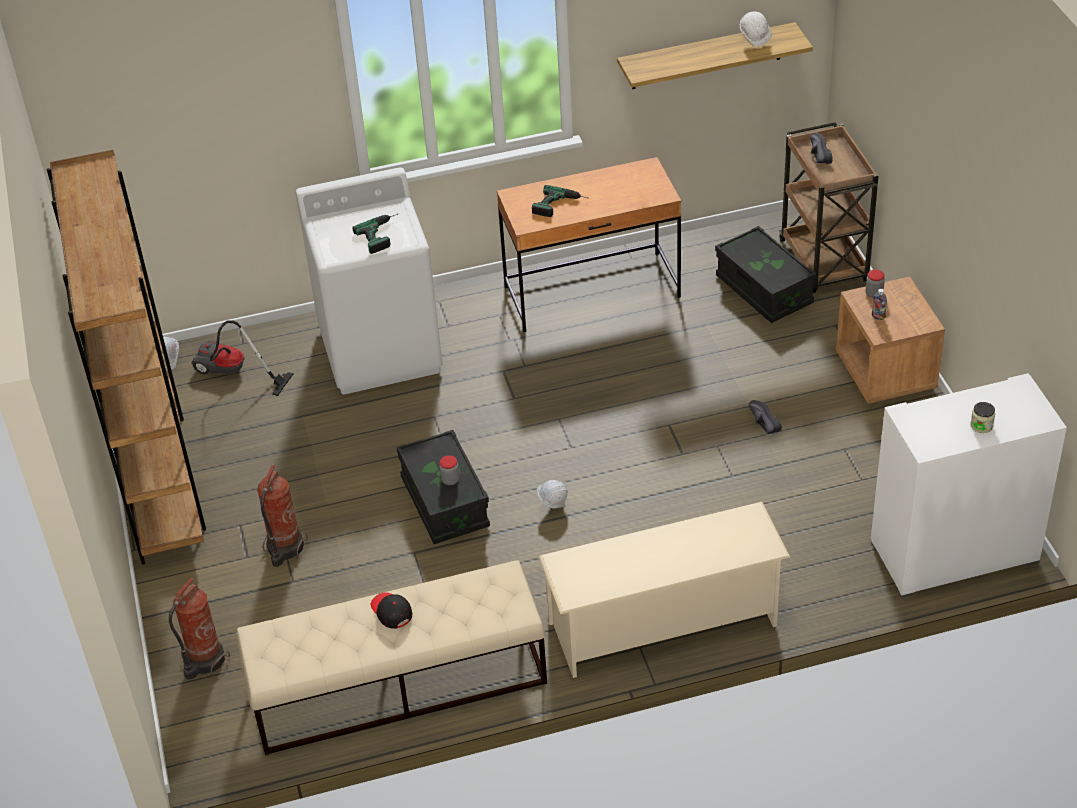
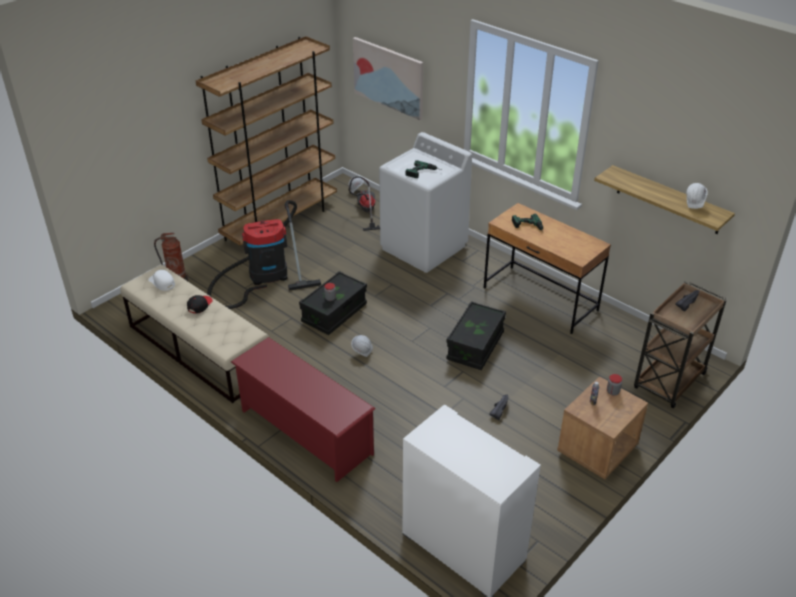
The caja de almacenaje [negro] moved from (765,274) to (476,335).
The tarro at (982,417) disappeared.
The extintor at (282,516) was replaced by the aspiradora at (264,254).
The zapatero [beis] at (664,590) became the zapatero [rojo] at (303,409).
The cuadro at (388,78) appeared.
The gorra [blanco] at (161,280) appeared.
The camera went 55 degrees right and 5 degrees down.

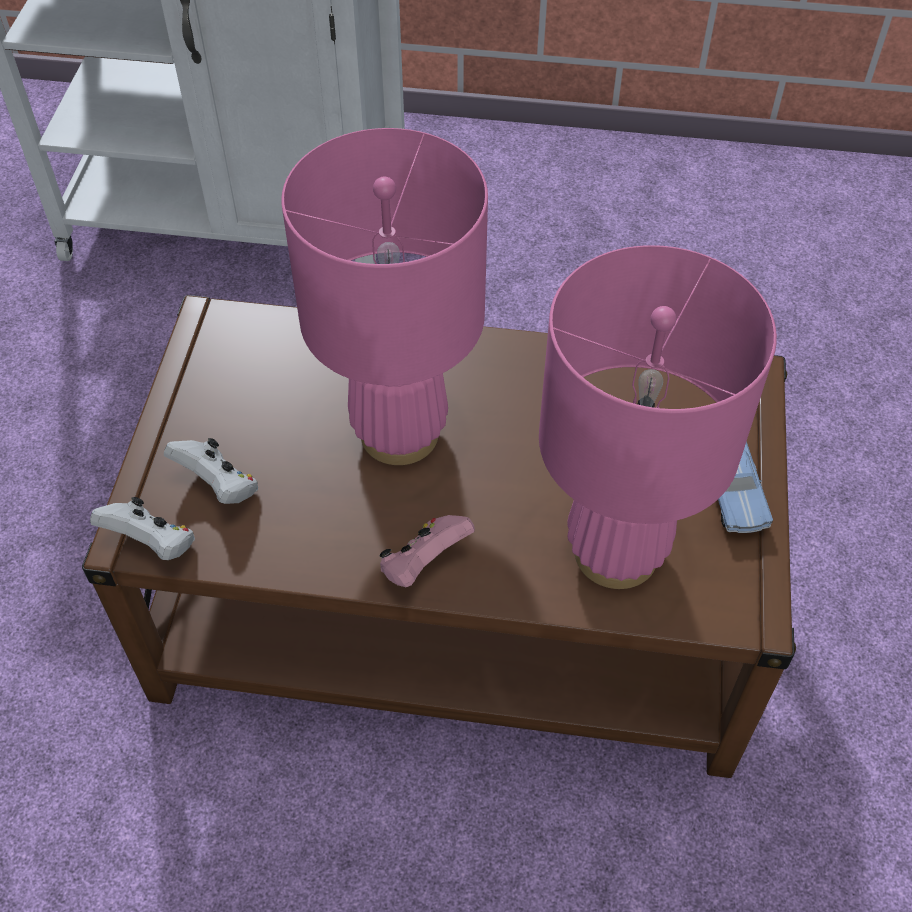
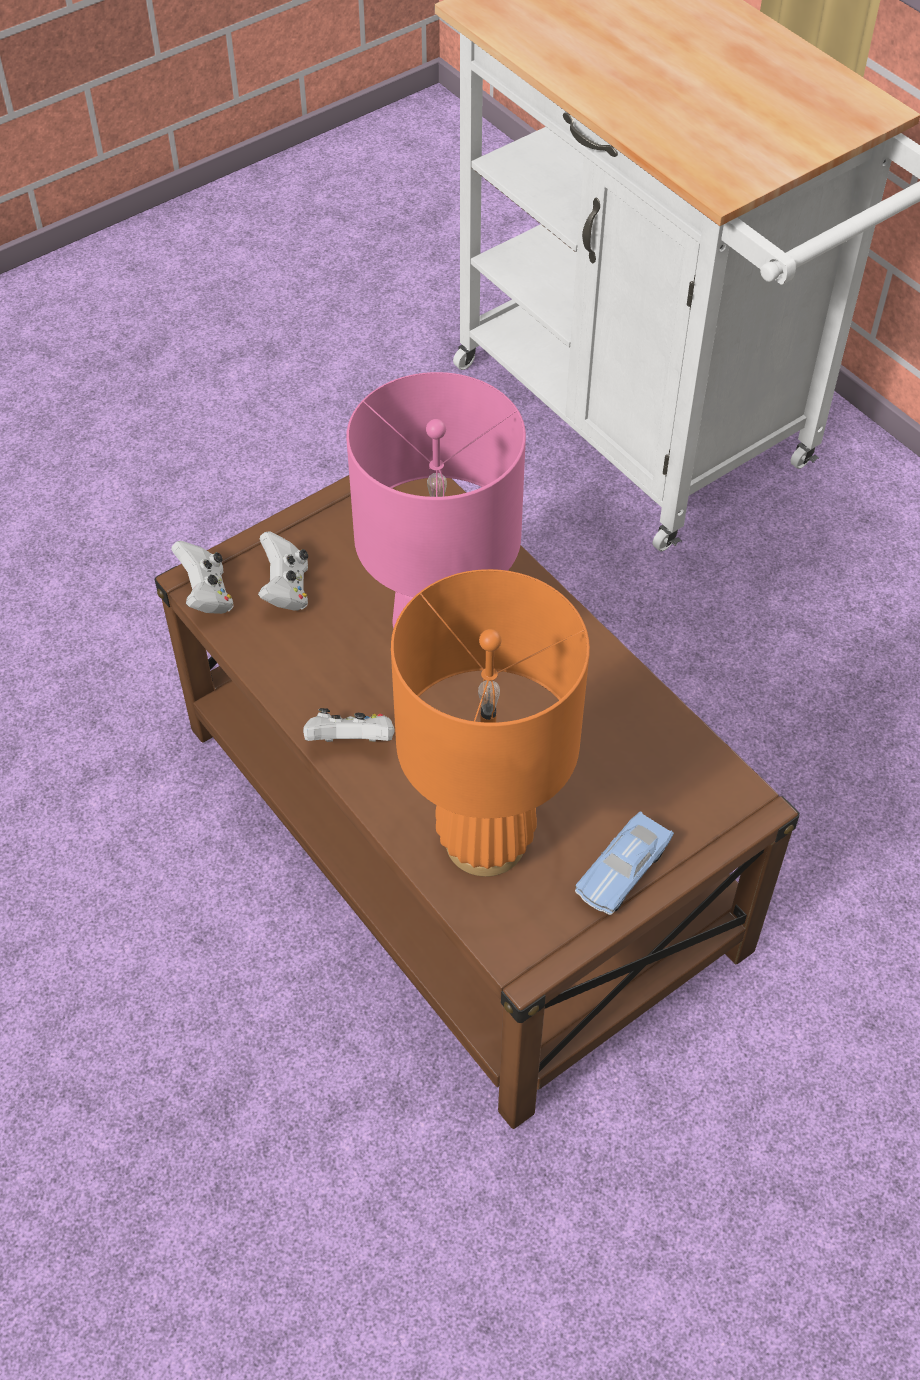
The lámpara de mesa [rosa] at (658,417) became the lámpara de mesa [naranja] at (490,723).
The mando de consola [rosa] at (427,551) became the mando de consola [blanco] at (348,725).
The camera went 45 degrees right and 0 degrees up.

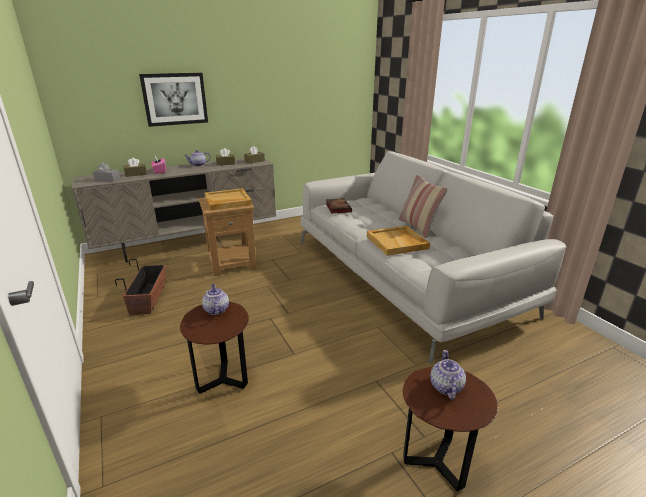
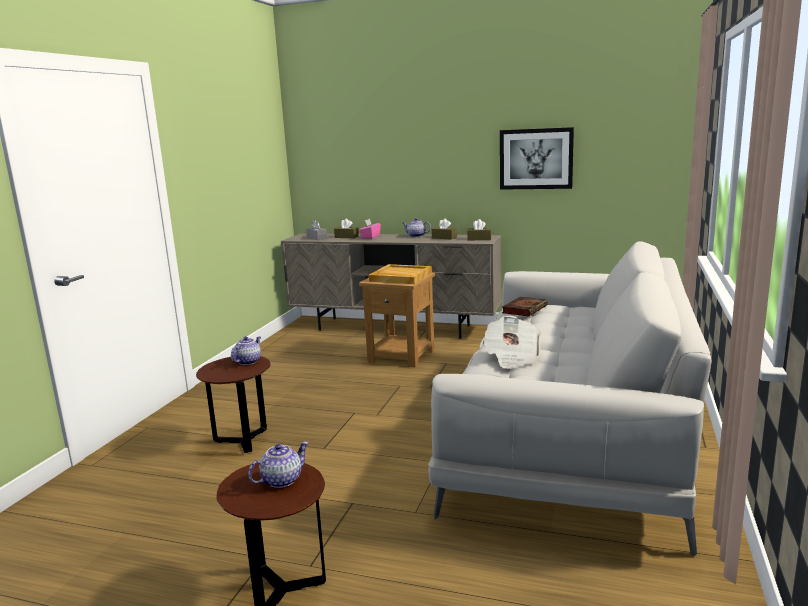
The cuadro moved from (173,100) to (537,158).
The cojín at (423,206) disappeared.
The bandeja [beis] at (398,241) was replaced by the periódico at (512,342).
The maceta at (140,287) disappeared.
The camera went 45 degrees right and 10 degrees down.

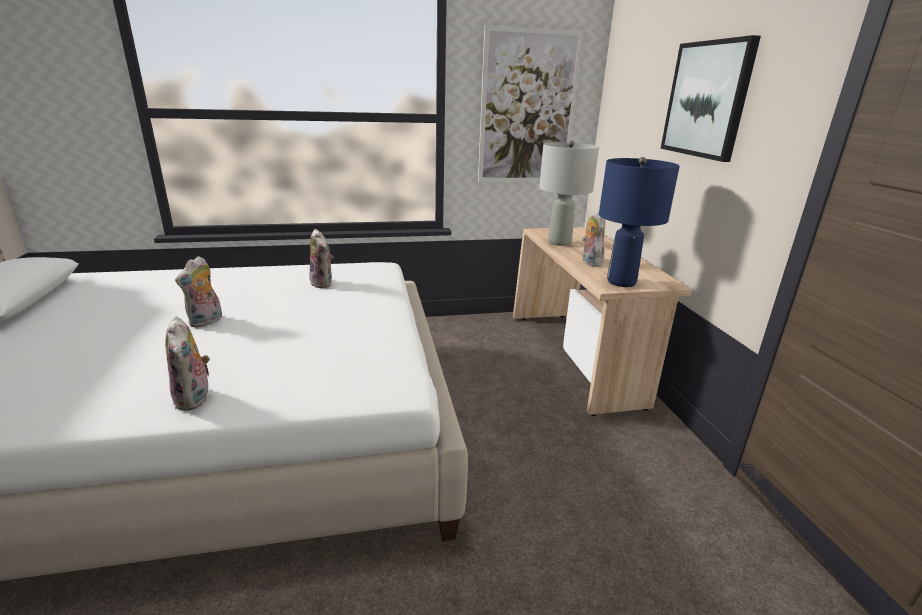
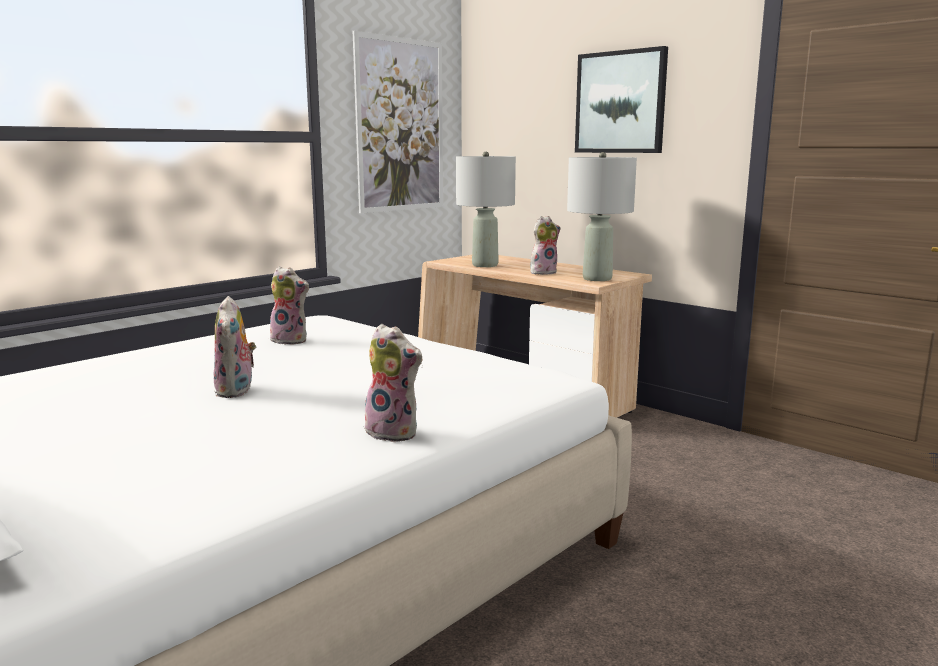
The lámpara de mesa [azul] at (639,222) became the lámpara de mesa [gris] at (602,216).
The peluche at (593,238) turned 105 degrees clockwise.
The camera went 35 degrees left and 10 degrees down.

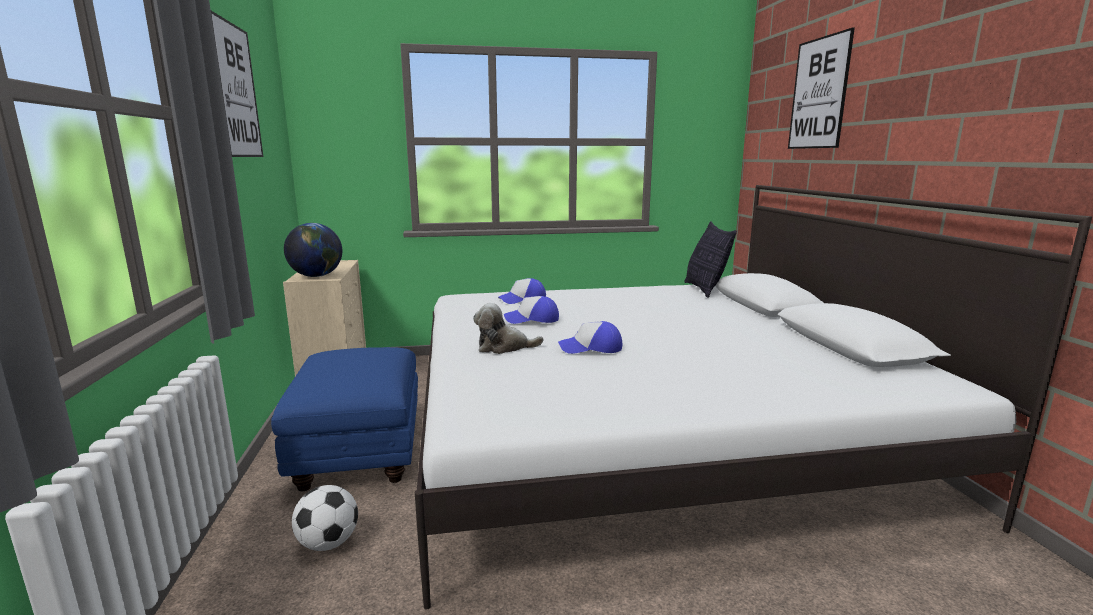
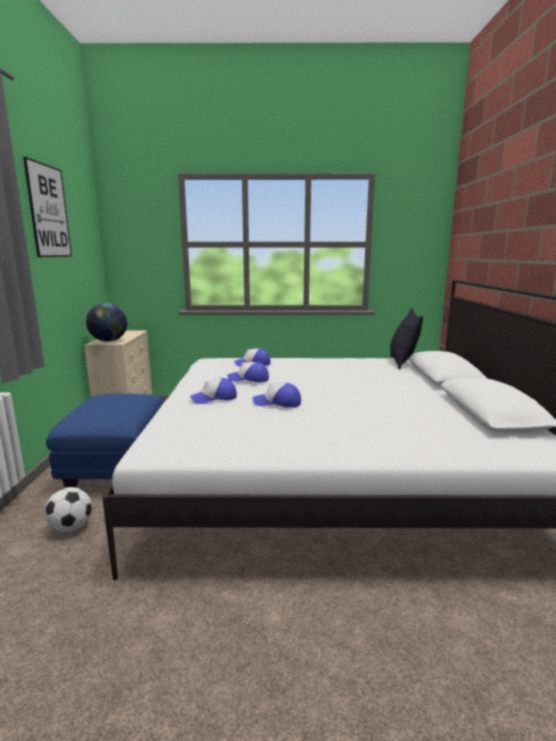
The cuadro at (821,88) disappeared.
The peluche at (508,328) was replaced by the gorra at (213,391).
The camera went 10 degrees right and 0 degrees up.

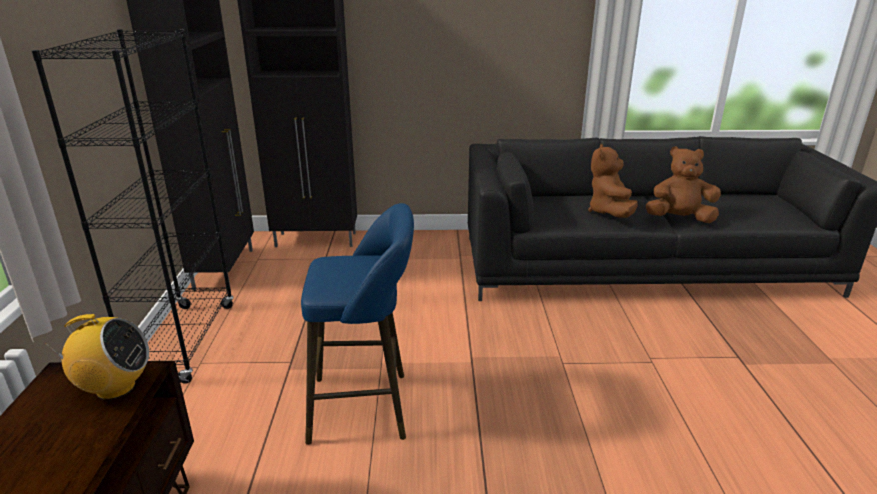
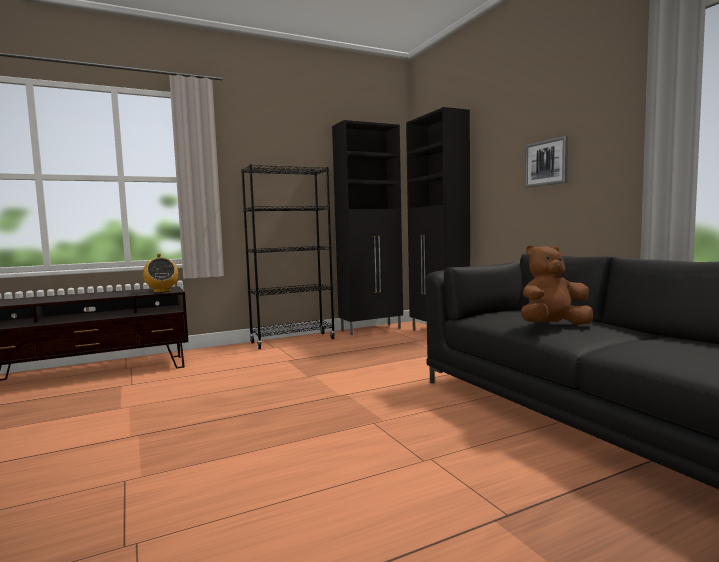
The peluche [marrón] at (683,184) disappeared.
The taburete [azul] at (357,324) disappeared.
The cuadro at (546,162) appeared.
The camera went 65 degrees right and 20 degrees down.

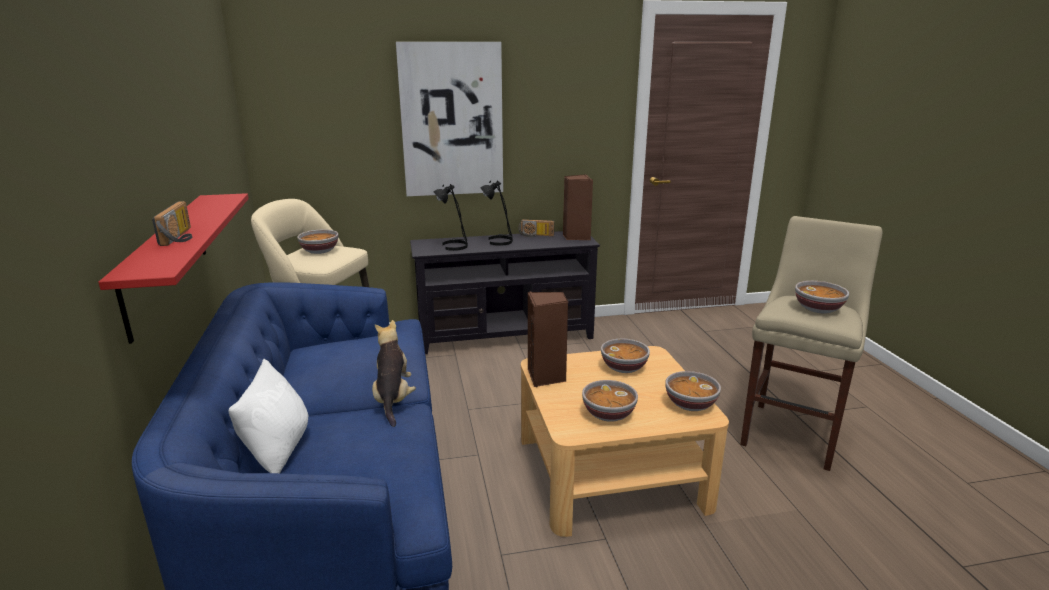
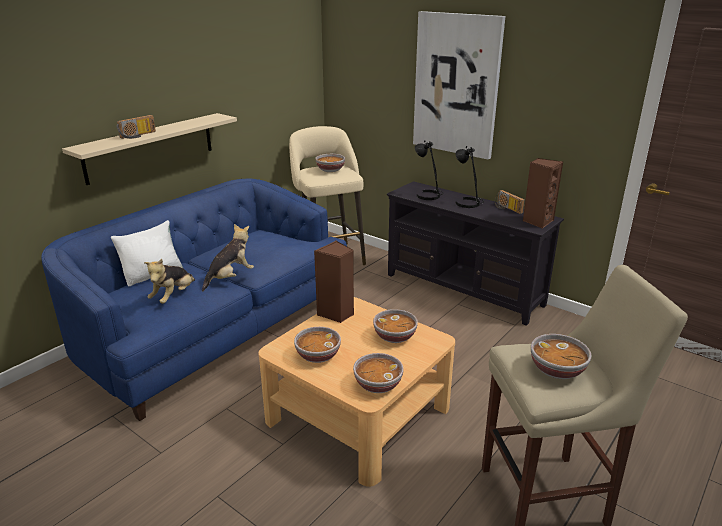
The estante [rojo] at (173,268) became the estante [beis] at (149,149).
The peluche at (169,281) appeared.
The camera went 50 degrees right and 5 degrees up.

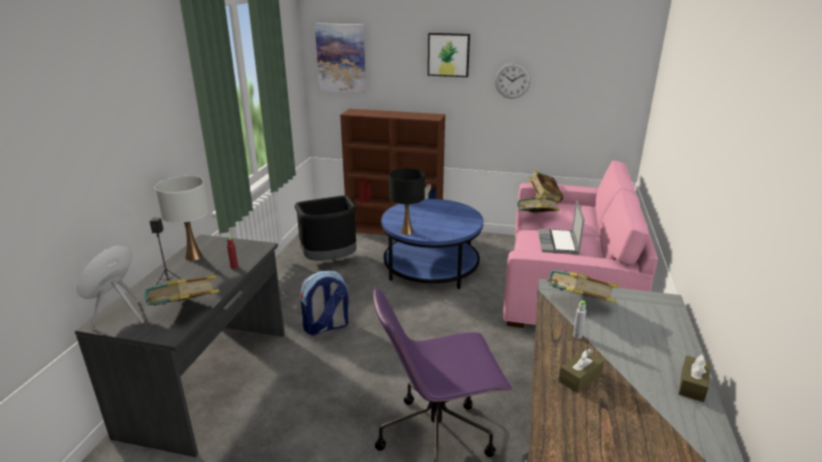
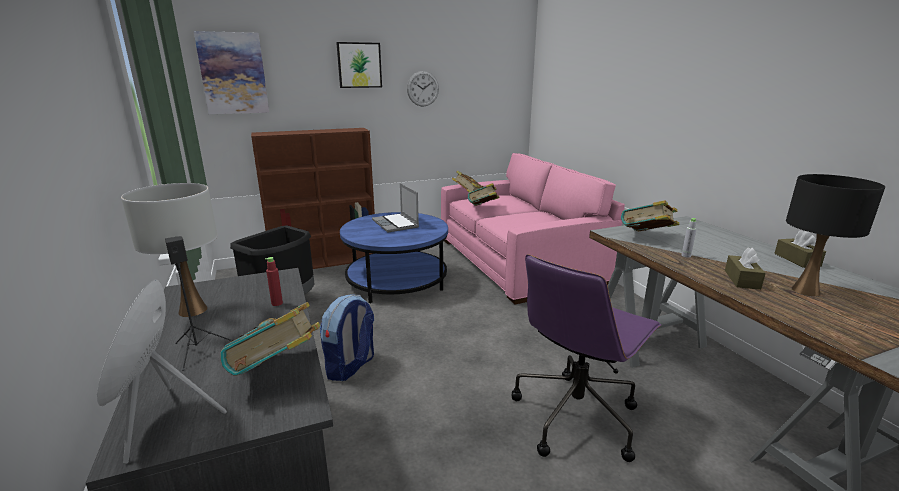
The lámpara de mesa [negro] moved from (407,201) to (835,235).
The portátil moved from (561,226) to (395,208).
The camera went 35 degrees left and 5 degrees down.

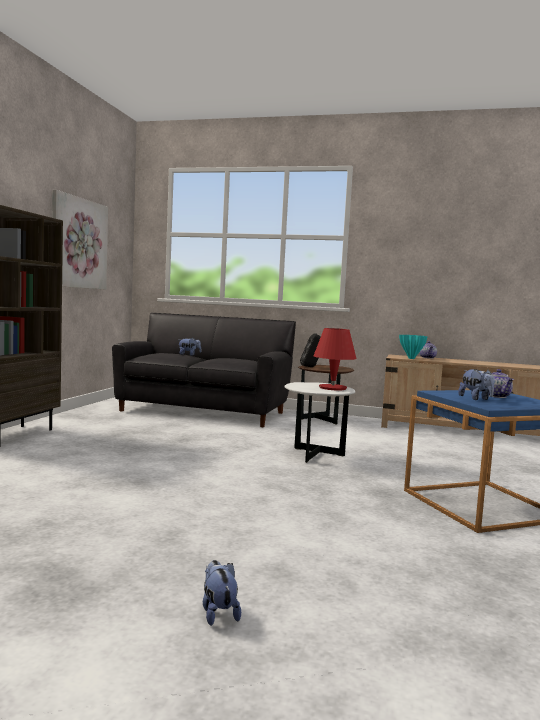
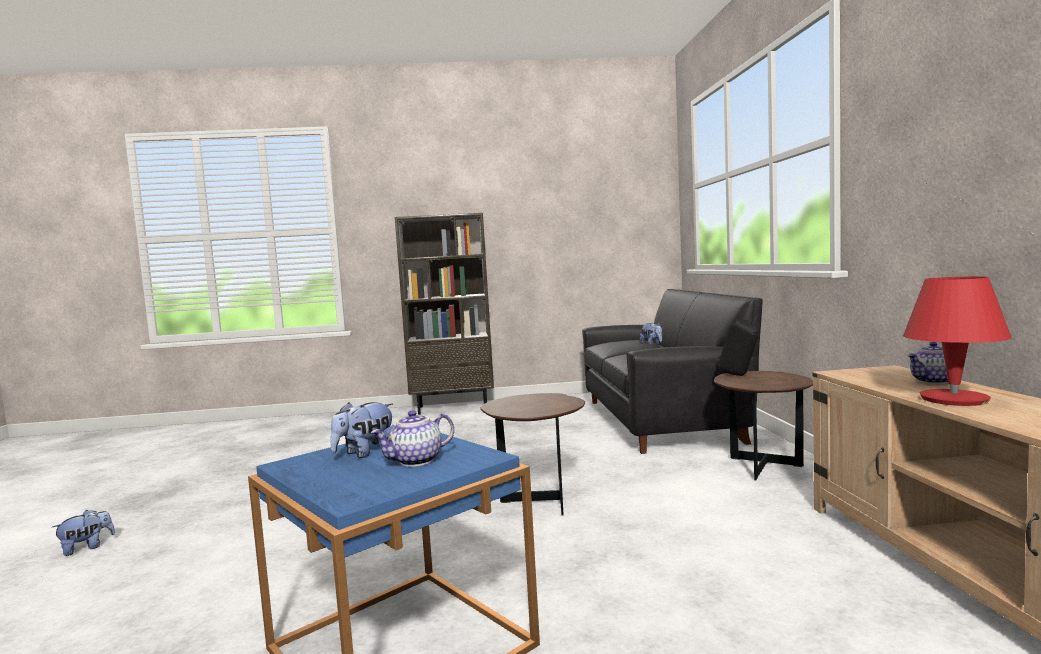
The cuadro at (80,239) disappeared.
The lámpara de mesa [rojo] moved from (335,359) to (957,341).
The florero [turquesa] at (413,347) disappeared.
The mesa auxiliar [blanco] at (319,422) became the mesa auxiliar [marrón] at (532,454).
The camera went 70 degrees right and 0 degrees up.

